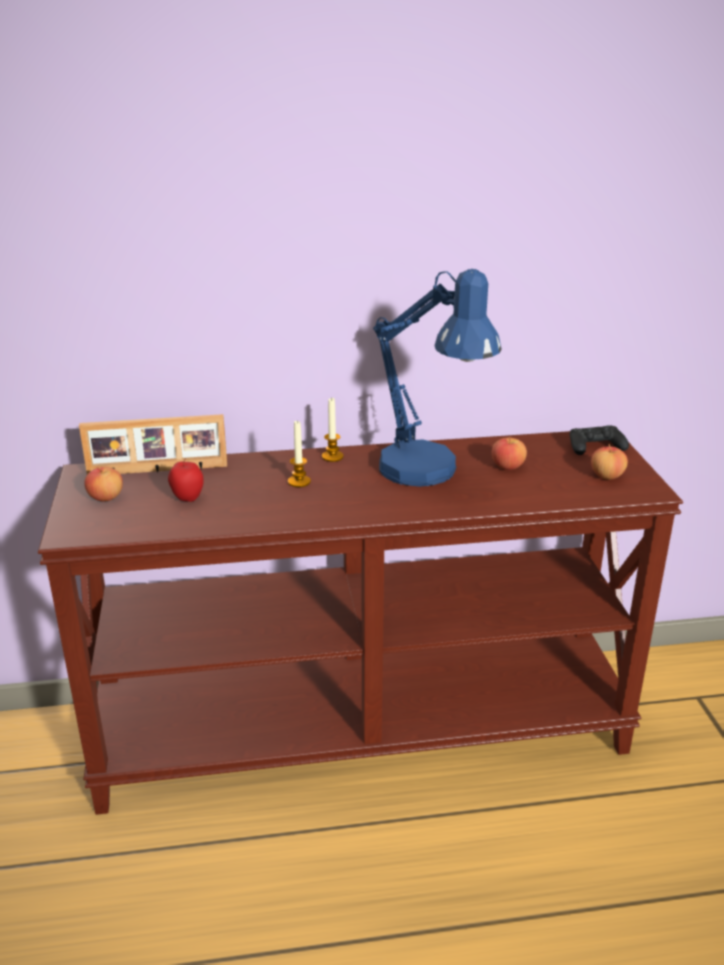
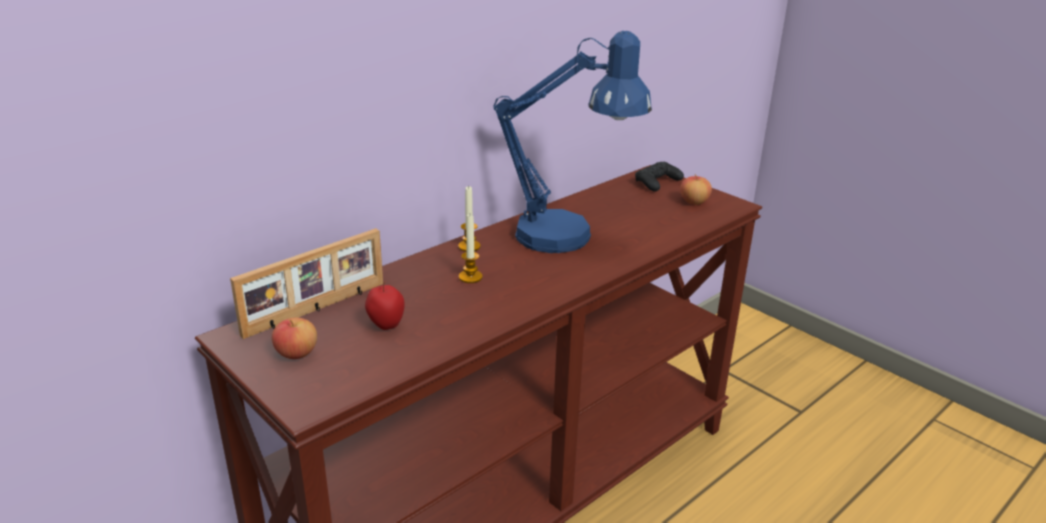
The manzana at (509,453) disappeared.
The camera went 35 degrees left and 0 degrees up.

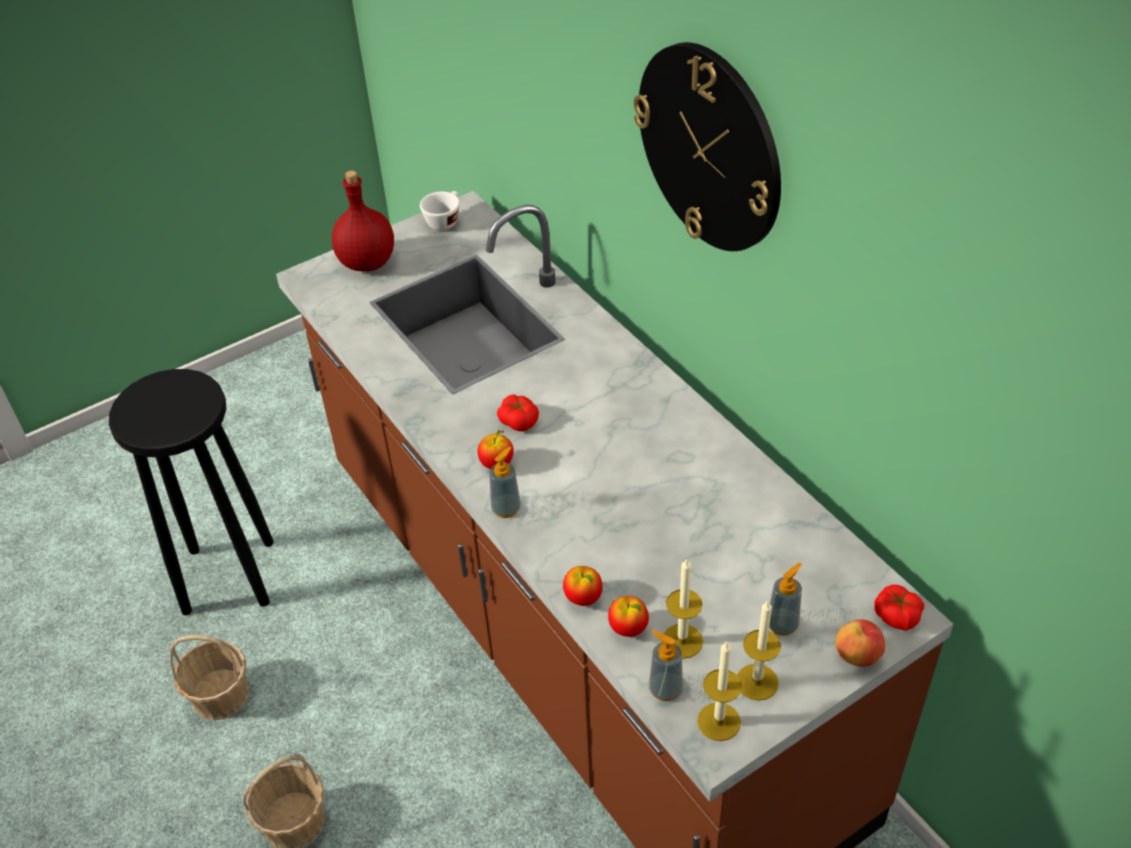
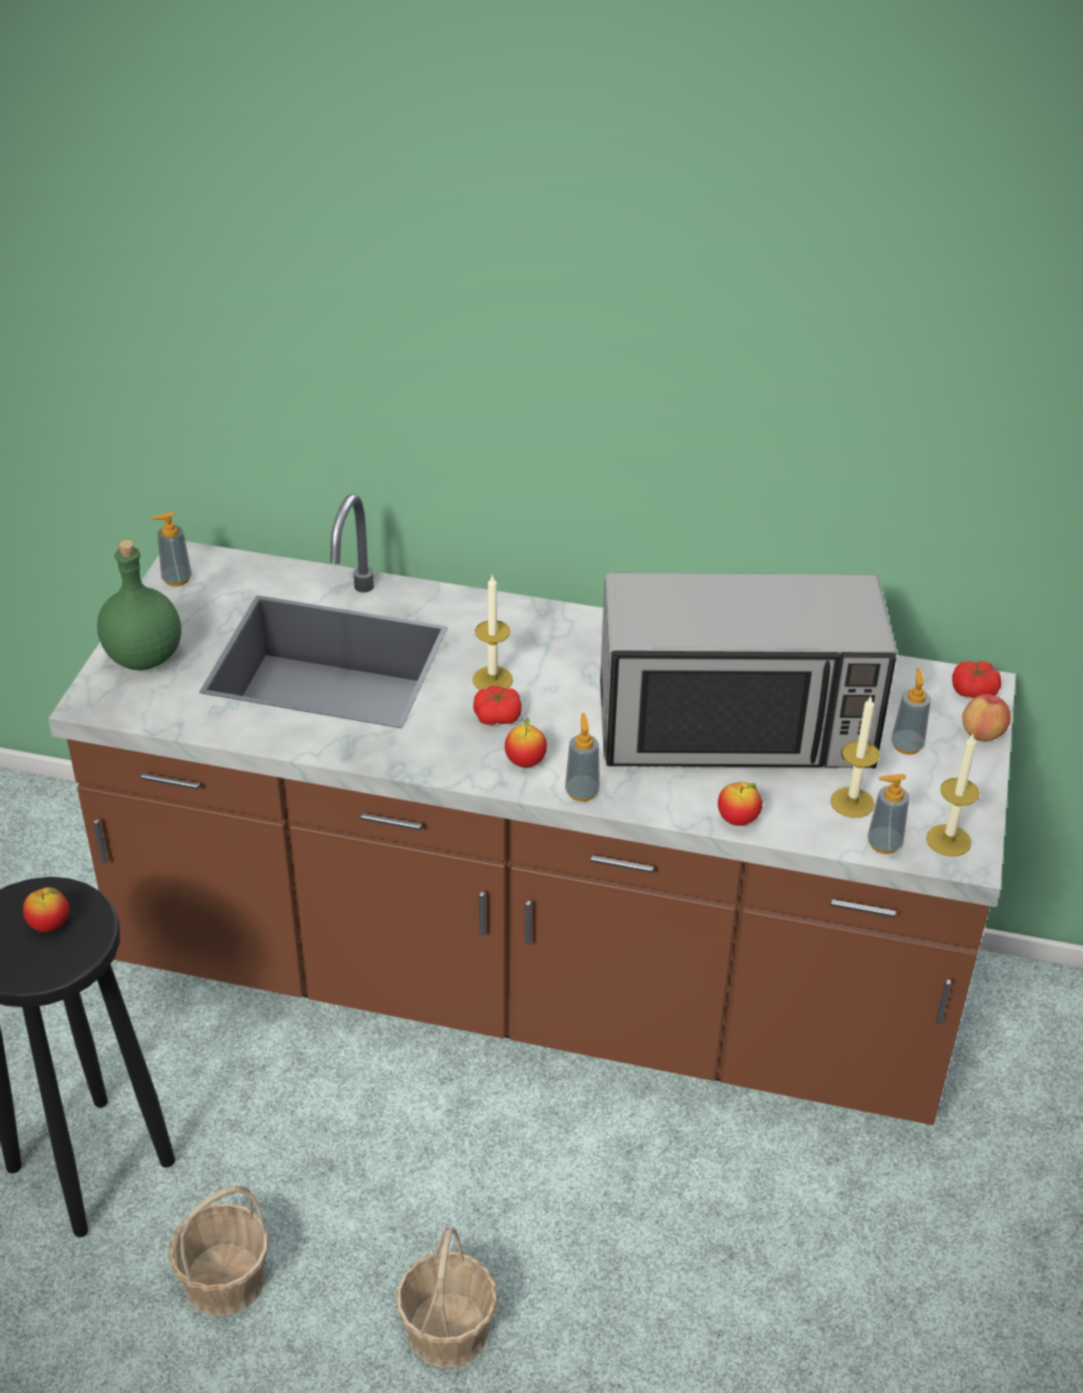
The reloj de pared at (707,146) disappeared.
The botella [rojo] at (363,220) became the botella [verde] at (139,605).
The taza [blanco] at (440,210) was replaced by the dispensador de jabón at (171,549).
The manzana moved from (628,616) to (46,909).
The vela moved from (759,650) to (493,632).
The microondas at (748,671) appeared.
The camera went 45 degrees left and 5 degrees down.

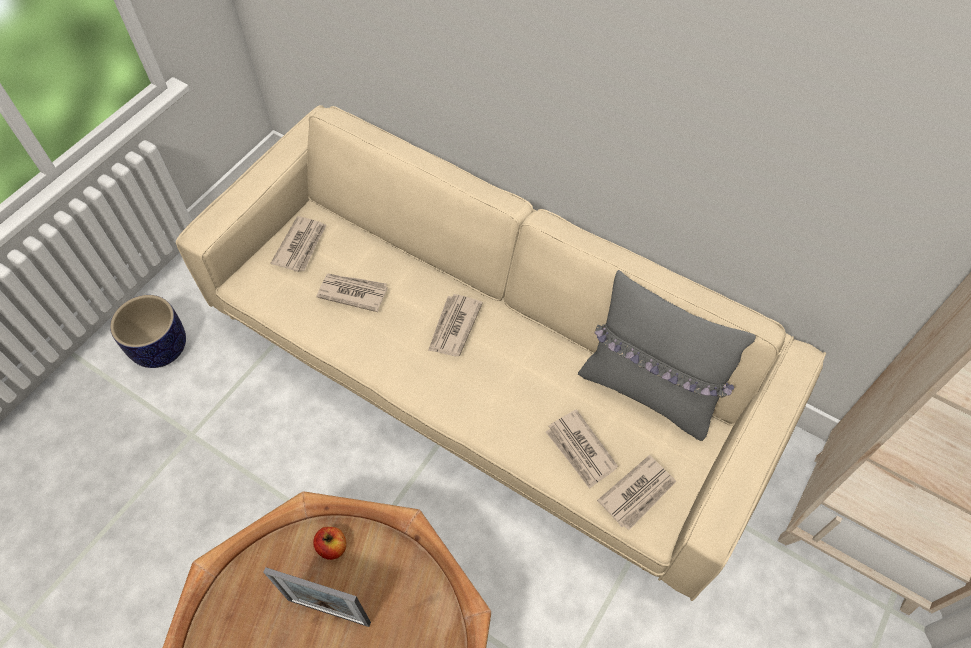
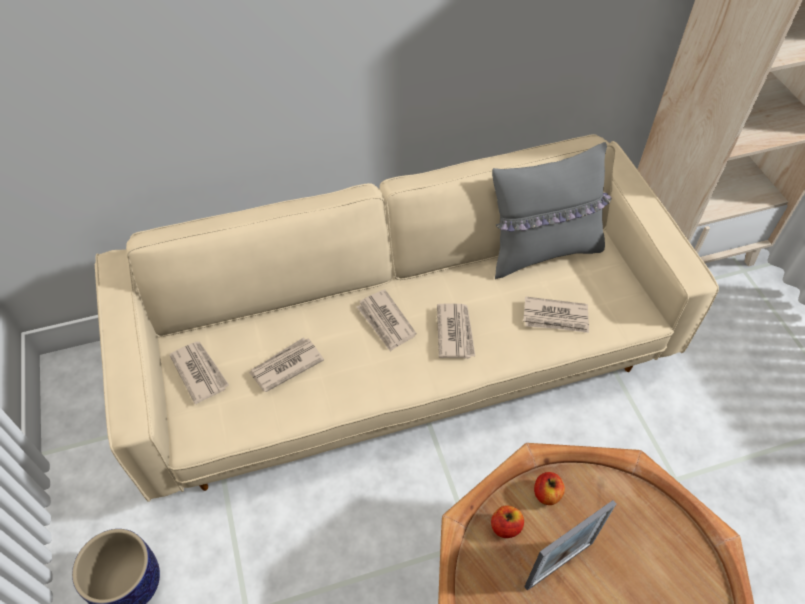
The periódico moved from (636,492) to (456,331).
The manzana at (549,488) appeared.
The camera went 50 degrees left and 5 degrees down.

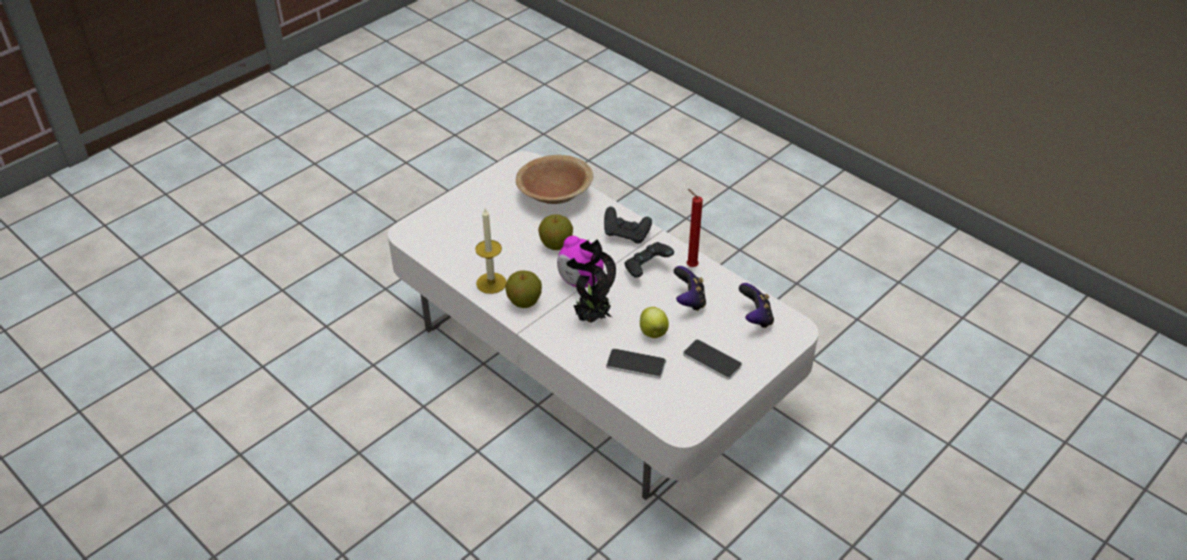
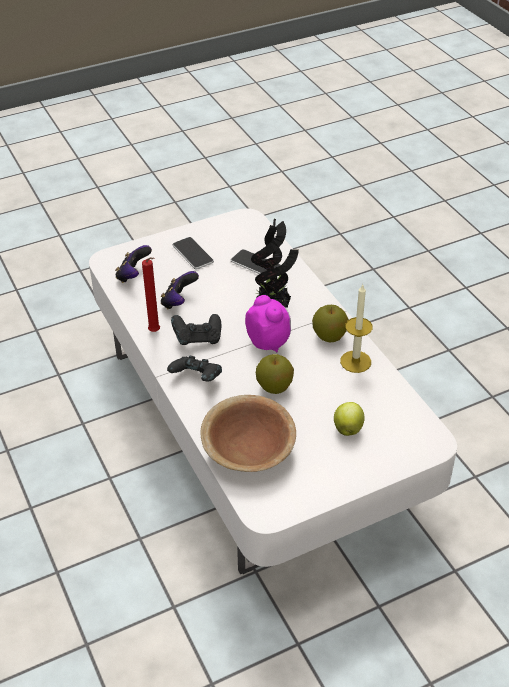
The manzana moved from (654,322) to (349,419).
The camera went 160 degrees left and 0 degrees up.

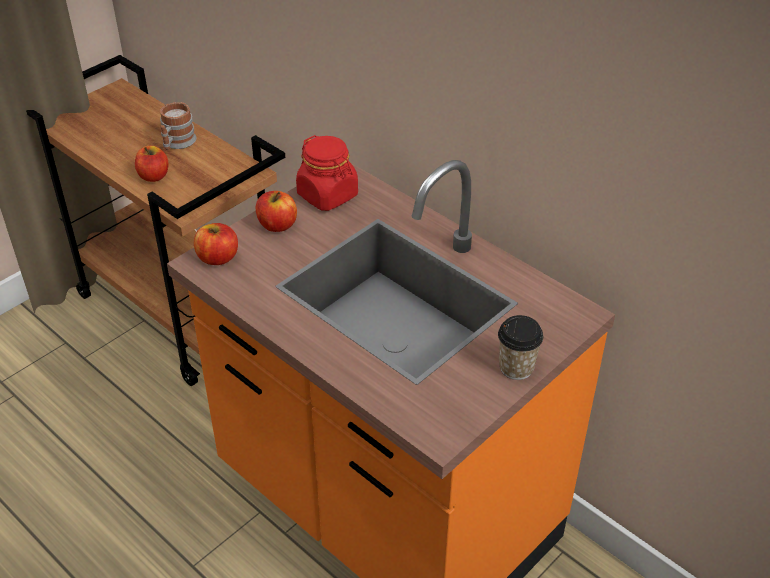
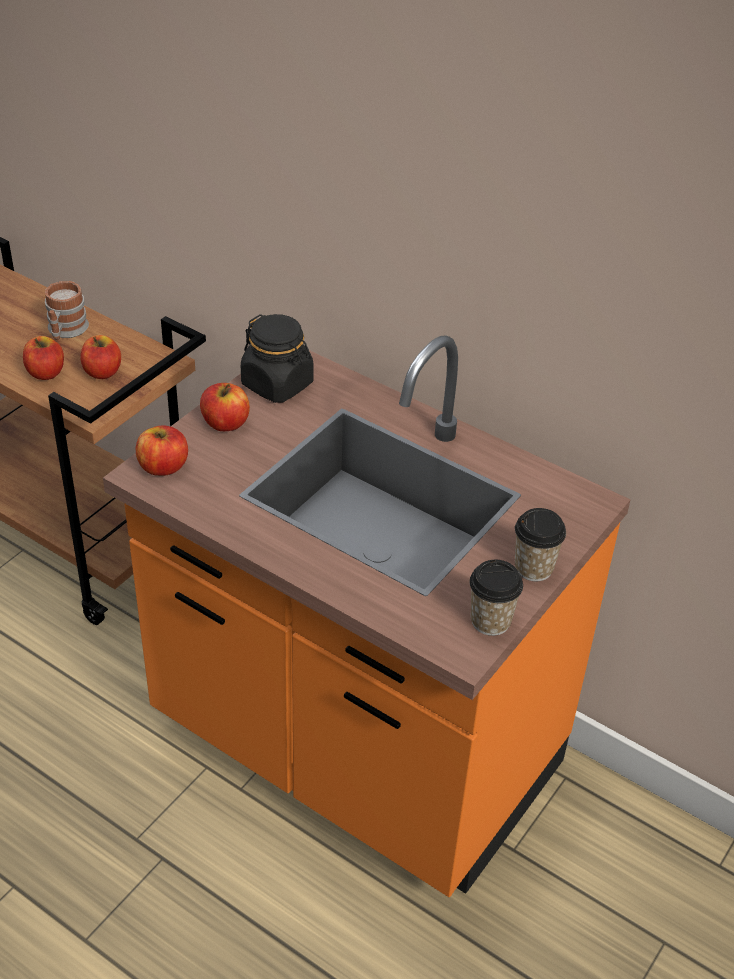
The tarro [rojo] at (327,173) became the tarro [negro] at (277,358).
The manzana at (100,357) appeared.
The taza at (496,598) appeared.
The camera went 10 degrees left and 0 degrees up.

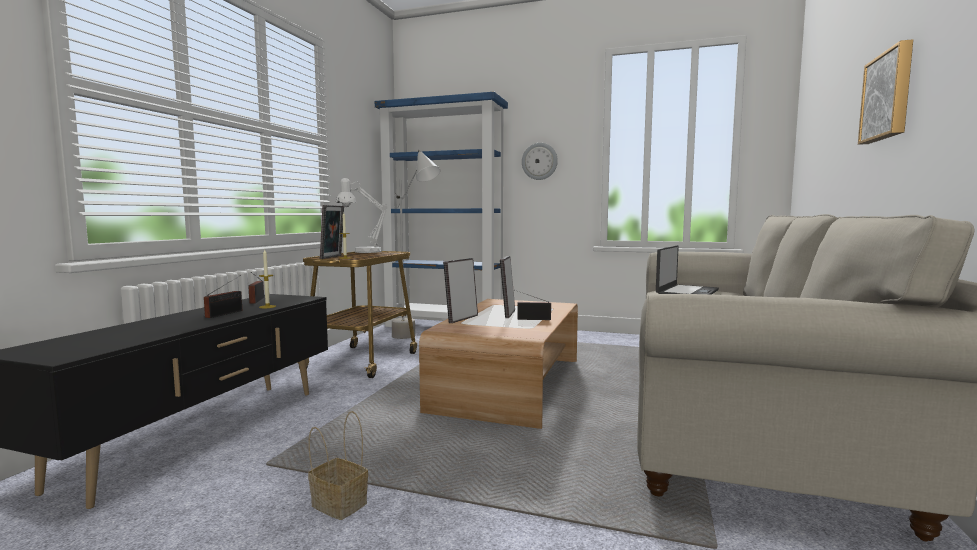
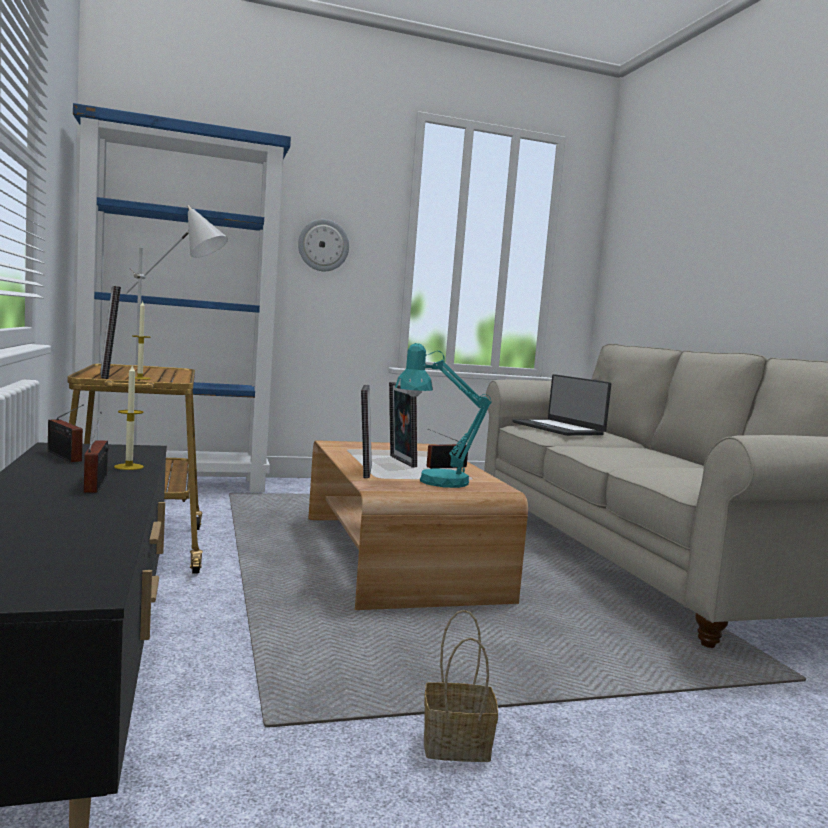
The cuadro at (885,92) disappeared.
The lámpara de mesa [blanco] at (362,215) disappeared.
The portátil at (687,269) turned 150 degrees clockwise.
The lámpara de mesa [turquesa] at (443,415) appeared.
The camera went 35 degrees left and 0 degrees up.

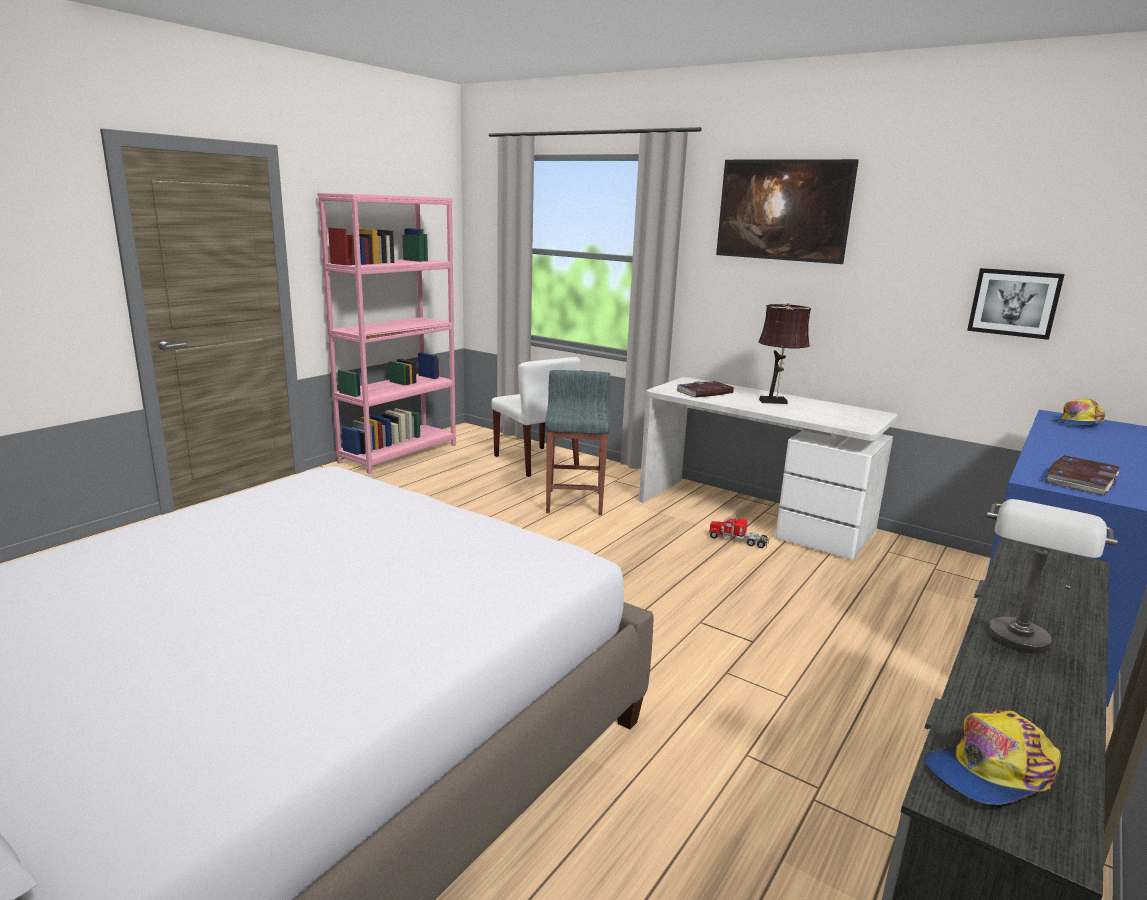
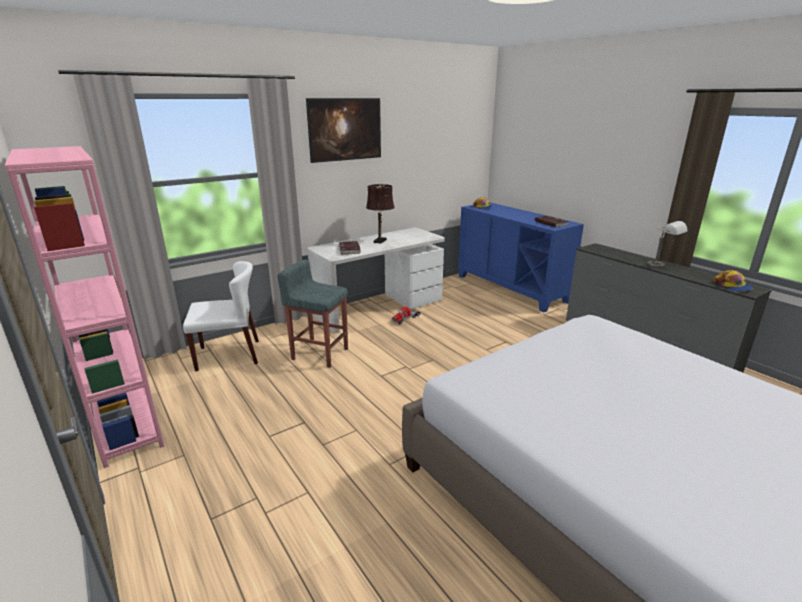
The cuadro at (1016,304) disappeared.
The camera went 70 degrees left and 5 degrees up.

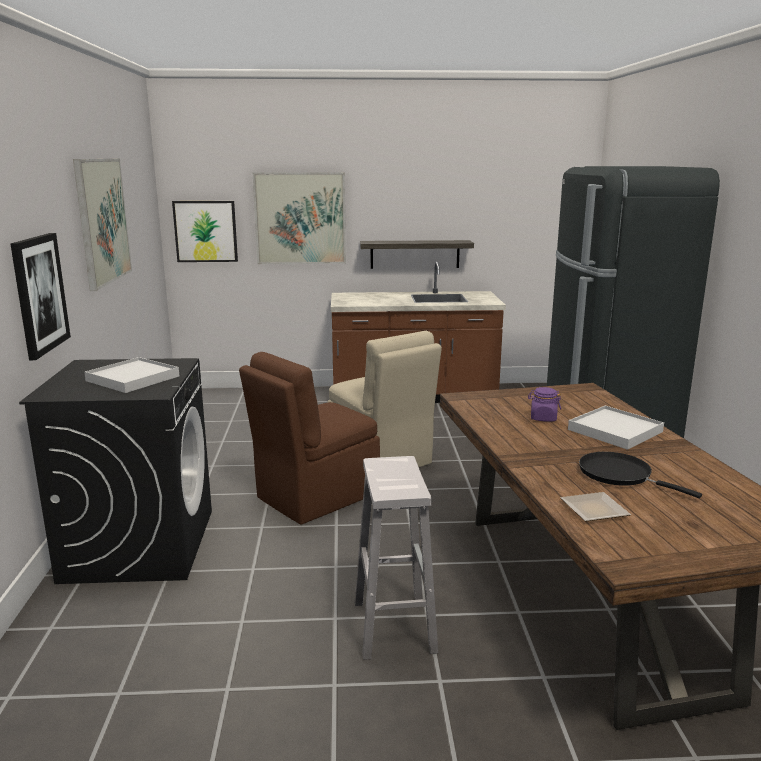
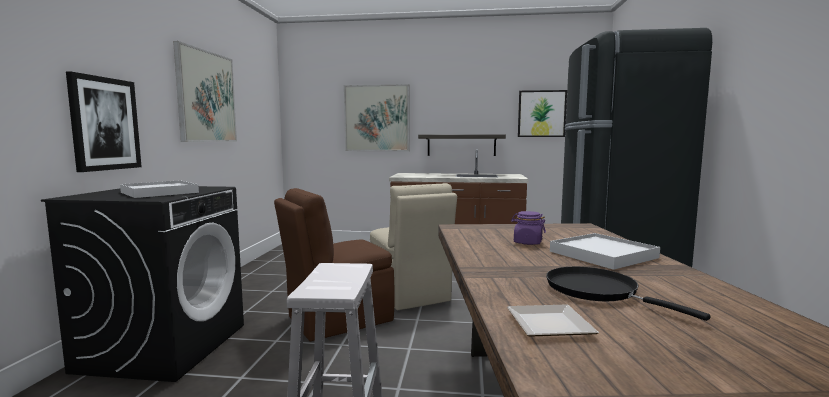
The cuadro moved from (205,231) to (542,113).
The camera went 10 degrees right and 10 degrees down.

